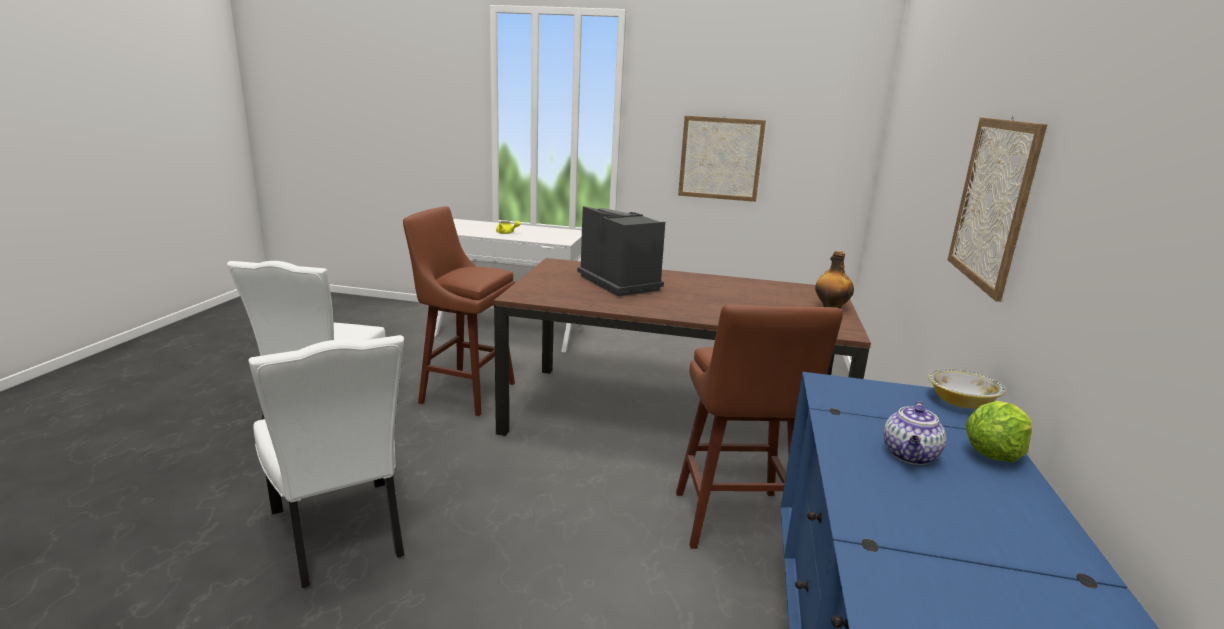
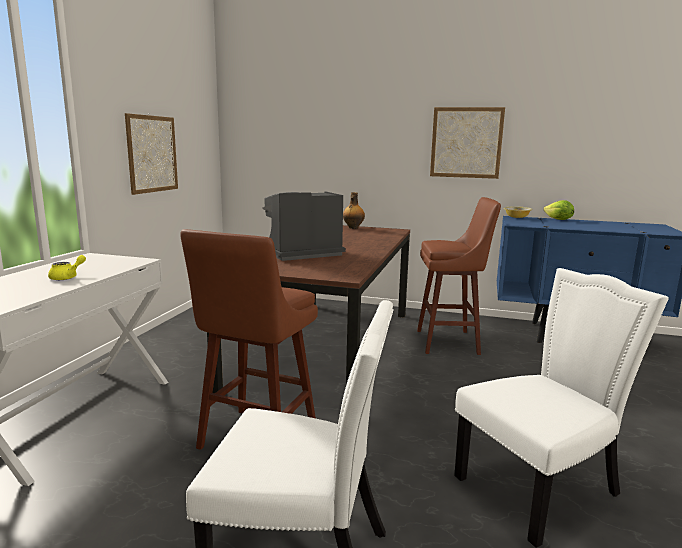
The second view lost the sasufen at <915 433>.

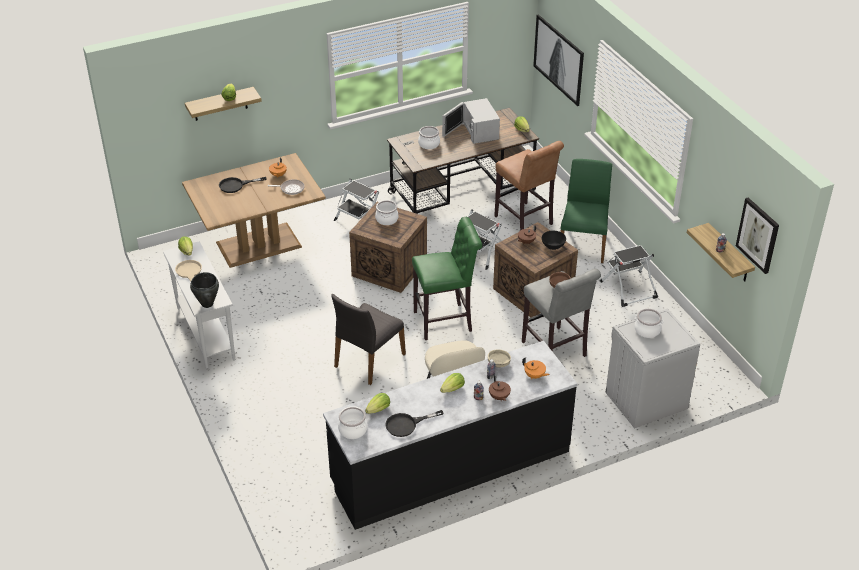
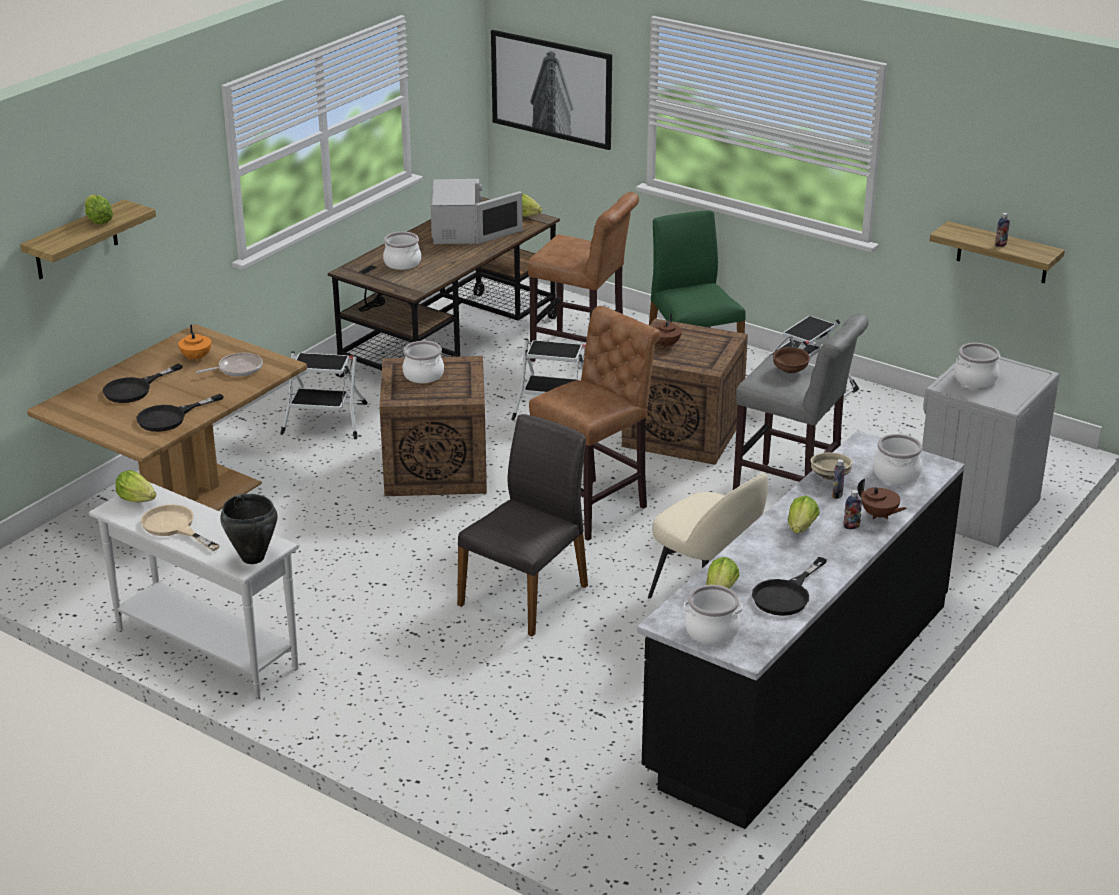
The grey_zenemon at <368 339> ended up facing another way, 150 degrees counterclockwise from before.
What was the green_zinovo at <447 278> turned into the brown_zinovo at <595 423>.
The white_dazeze at <471 121> ended up facing another way, 135 degrees counterclockwise from before.
Where the orange_sasufen stood at <536 368>, the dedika came to stand at <897 459>.
The second view lost the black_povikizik at <554 240>.
The second view lost the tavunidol at <757 235>.
The second view gained the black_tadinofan at <180 413>.

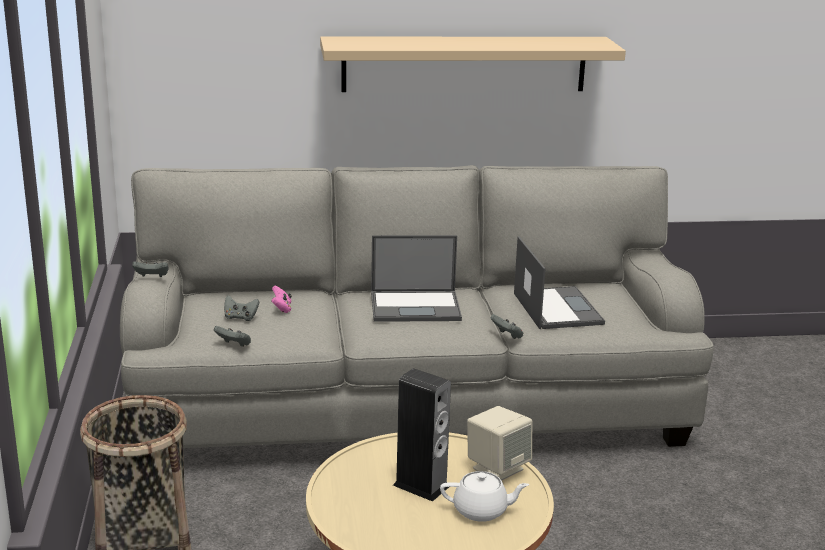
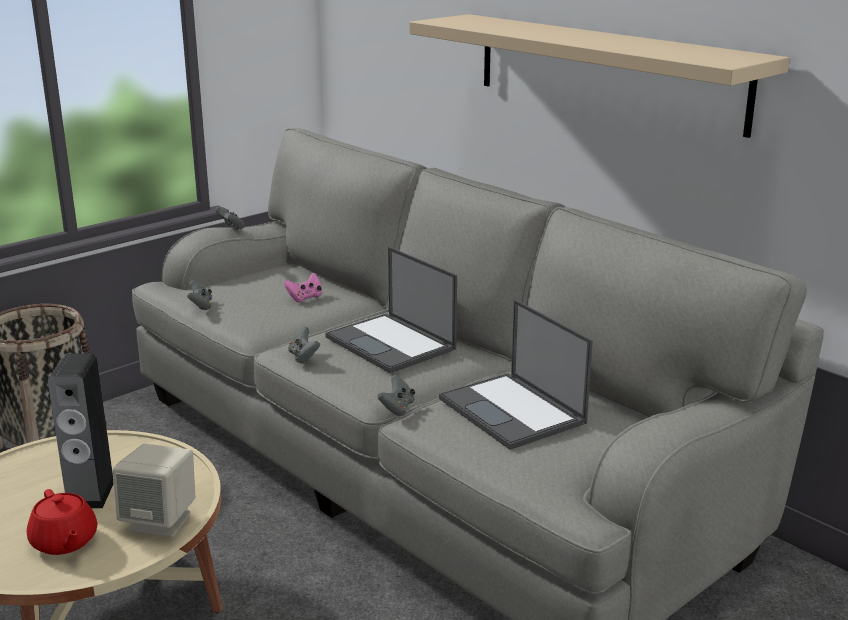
The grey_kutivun ended up elsewhere, having gone from <241 308> to <304 345>.
What was the white_sasufen at <484 496> turned into the red_sasufen at <62 522>.
The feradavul at <559 282> ended up facing another way, 105 degrees clockwise from before.

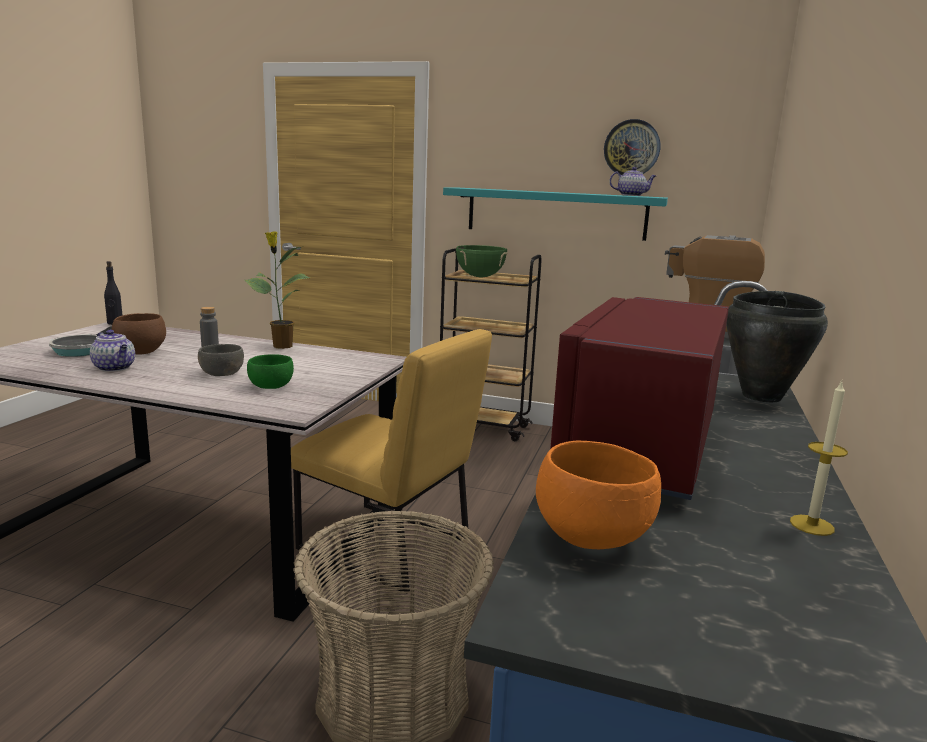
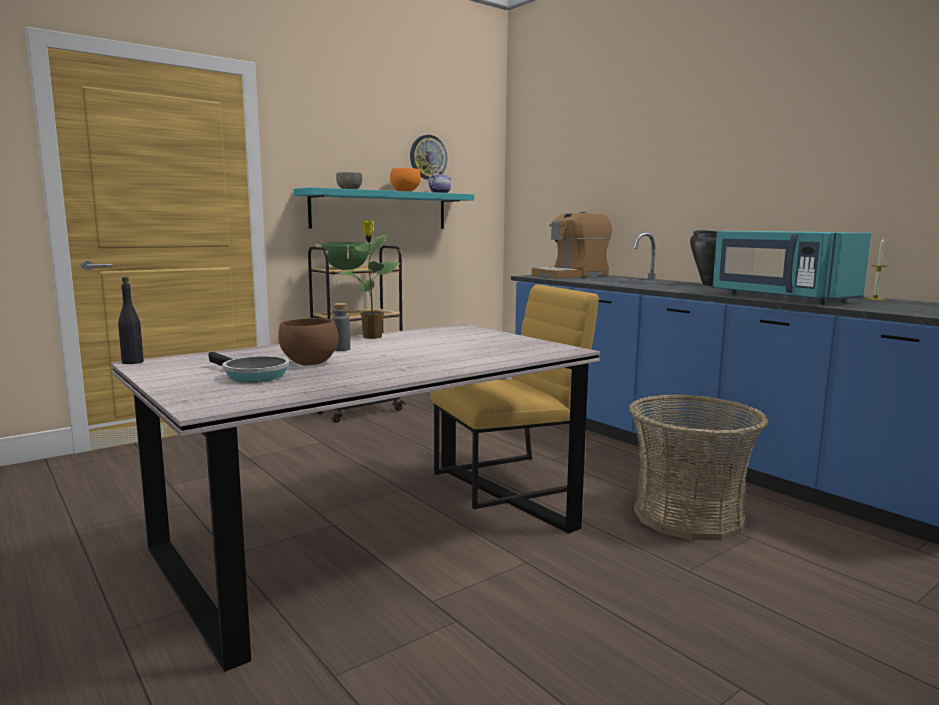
The second view lost the sasufen at <112 351>.
The grey_povikizik ended up elsewhere, having gone from <221 360> to <349 180>.
The second view lost the green_povikizik at <270 371>.
The orange_povikizik ended up elsewhere, having gone from <598 495> to <405 180>.
What was the red_dazeze at <639 398> turned into the turquoise_dazeze at <791 267>.

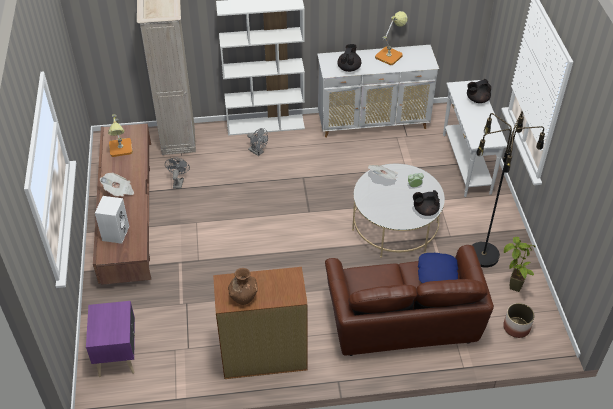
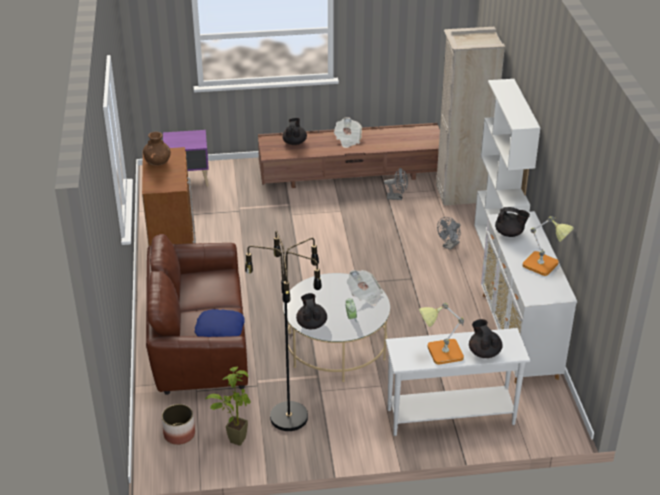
Where the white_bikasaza stood at <112 220>, the black_sasufen came to stand at <294 131>.
The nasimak ended up elsewhere, having gone from <120 135> to <441 333>.

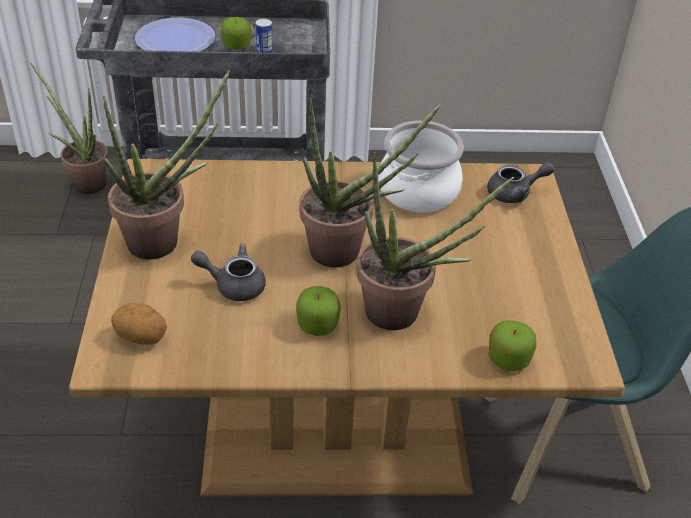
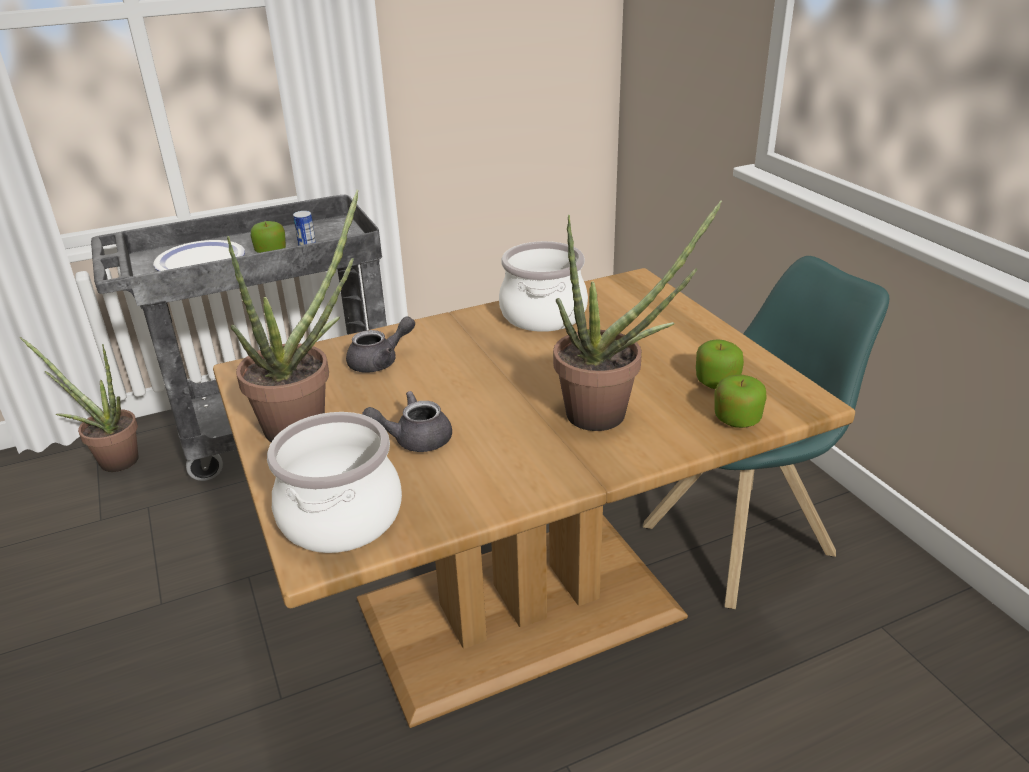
Where the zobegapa stood at <139 324>, the dedika came to stand at <334 482>.
The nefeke ended up elsewhere, having gone from <318 311> to <720 364>.
The second view lost the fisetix at <370 182>.
The grey_sasufen ended up elsewhere, having gone from <521 182> to <380 344>.

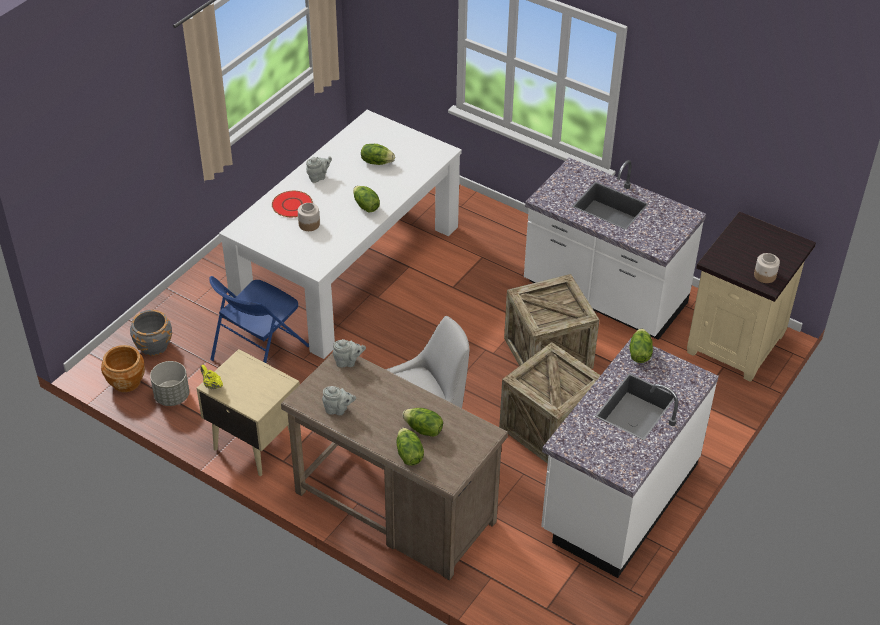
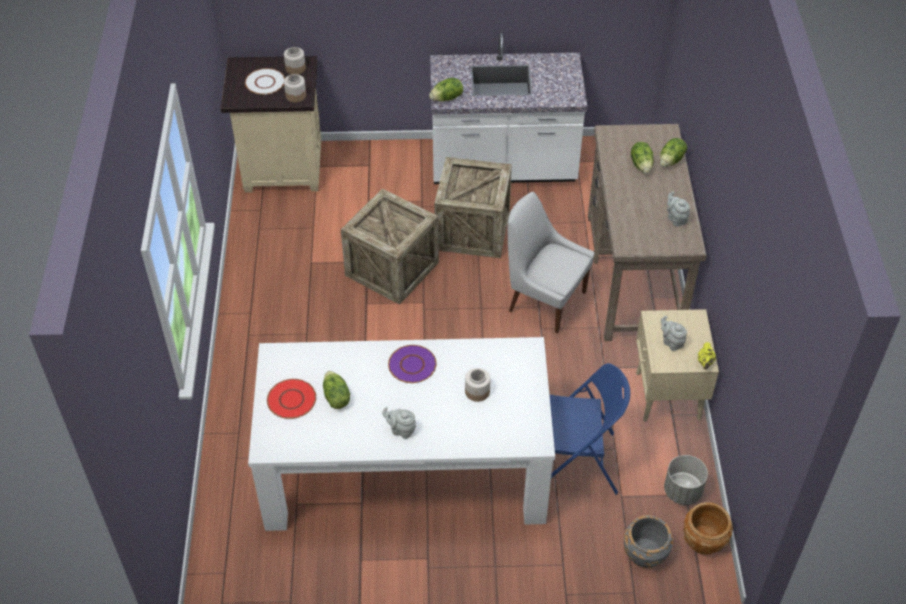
The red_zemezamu ended up elsewhere, having gone from <292 204> to <291 399>.
The grey_sasufen ended up elsewhere, having gone from <349 353> to <674 333>.
Where the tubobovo stood at <366 199>, the purple_zemezamu came to stand at <412 364>.
The second view lost the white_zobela at <615 249>.
The second view gained the white_zemezamu at <265 81>.
The second view gained the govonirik at <295 88>.

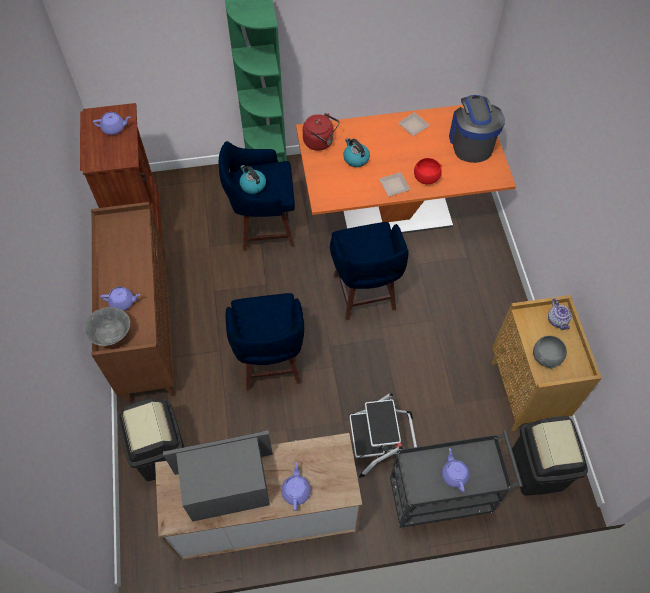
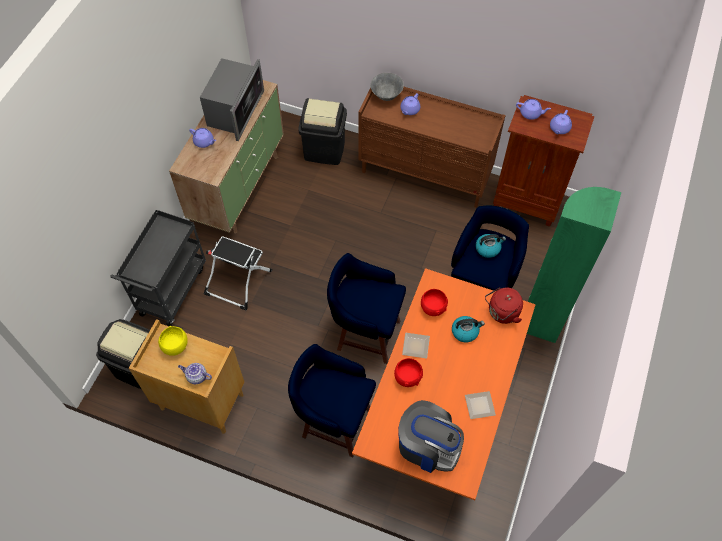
The blue_zinovo ended up elsewhere, having gone from <265 342> to <332 400>.
The purple_sasufen ended up elsewhere, having gone from <456 470> to <533 109>.
What was the grey_povikizik at <550 352> turned into the yellow_povikizik at <173 341>.
The second view gained the red_povikizik at <434 302>.

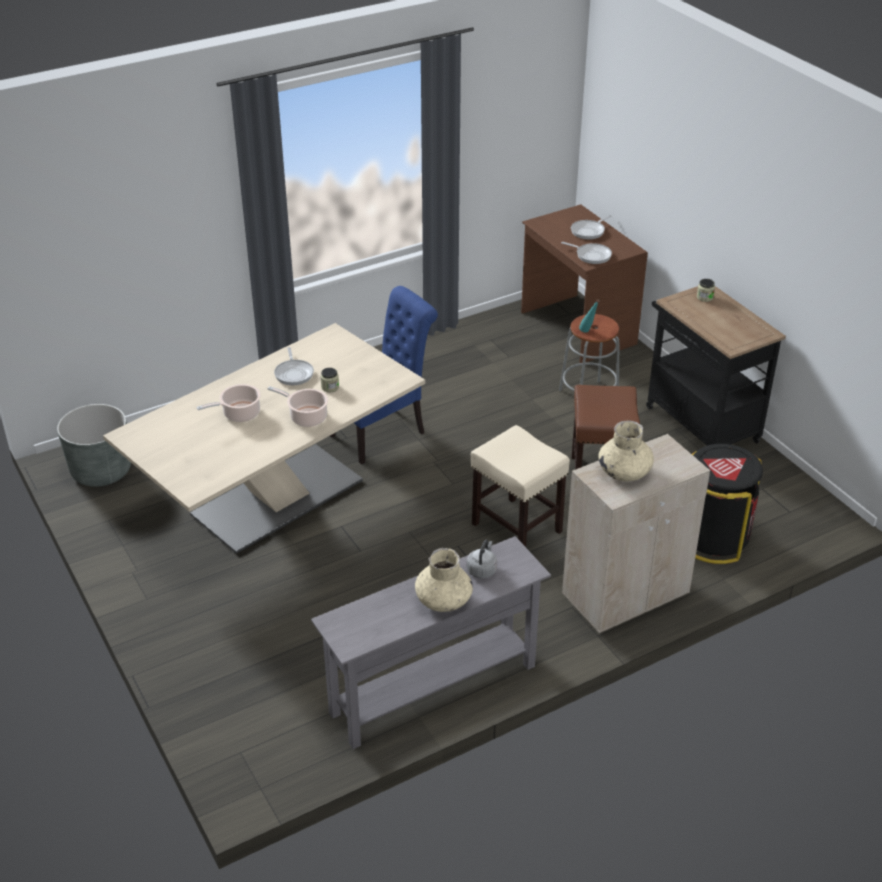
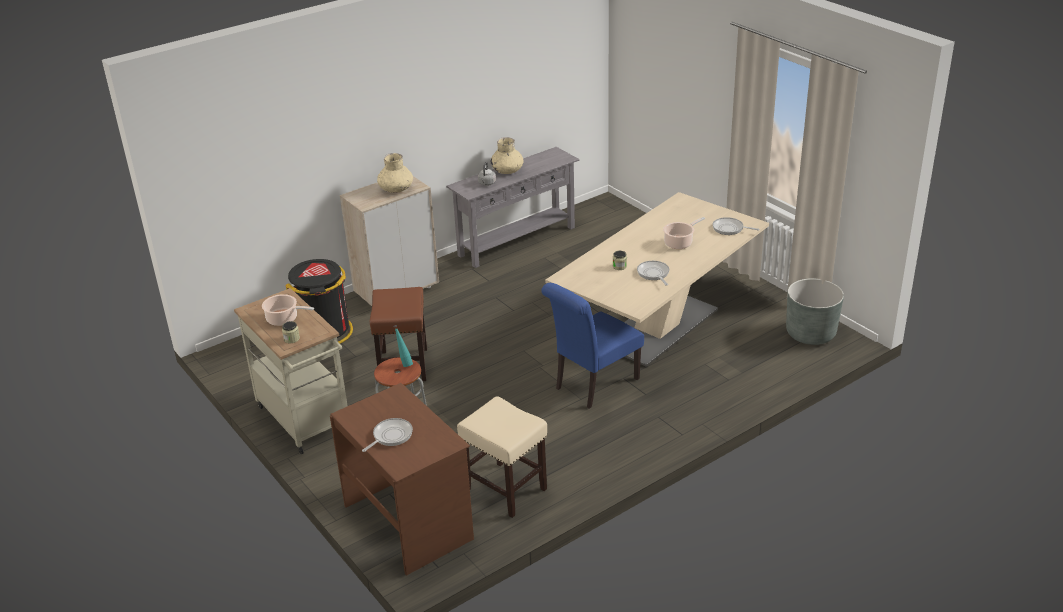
The dedika ended up elsewhere, having gone from <297 406> to <288 310>.
The beige_zinovo ended up elsewhere, having gone from <520 486> to <502 457>.
The tadinofan ended up elsewhere, having gone from <586 253> to <736 226>.
What was the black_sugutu at <716 366> turned into the beige_sugutu at <291 371>.

